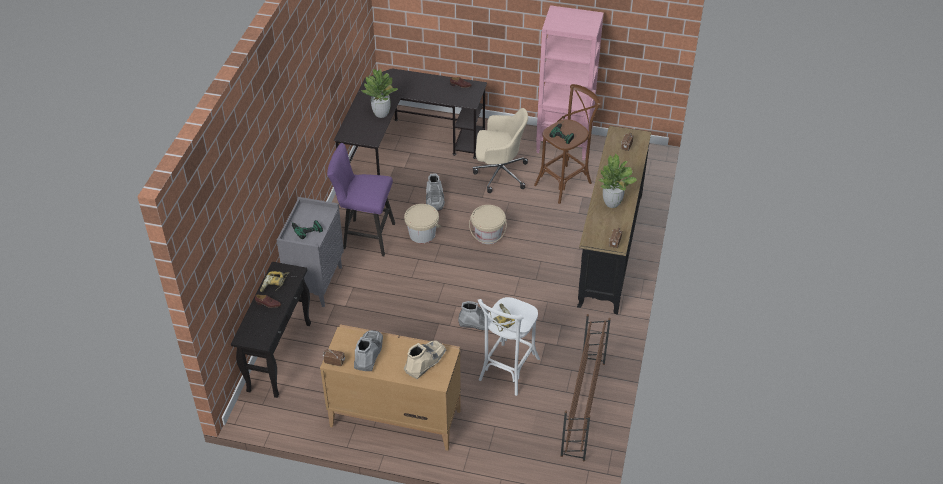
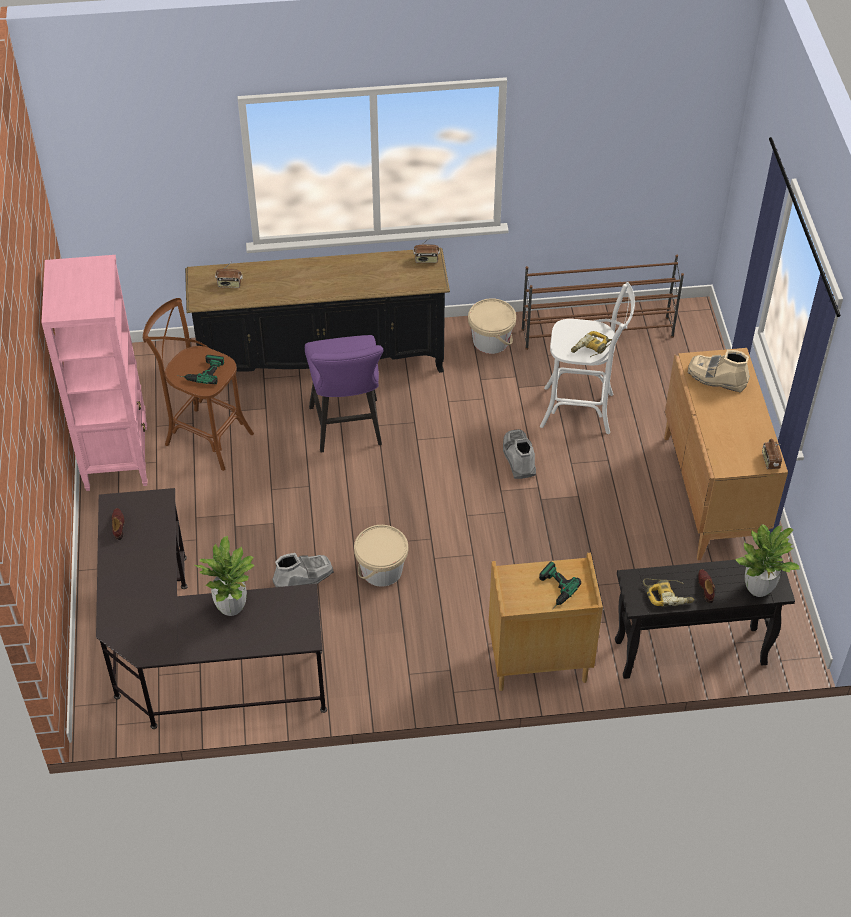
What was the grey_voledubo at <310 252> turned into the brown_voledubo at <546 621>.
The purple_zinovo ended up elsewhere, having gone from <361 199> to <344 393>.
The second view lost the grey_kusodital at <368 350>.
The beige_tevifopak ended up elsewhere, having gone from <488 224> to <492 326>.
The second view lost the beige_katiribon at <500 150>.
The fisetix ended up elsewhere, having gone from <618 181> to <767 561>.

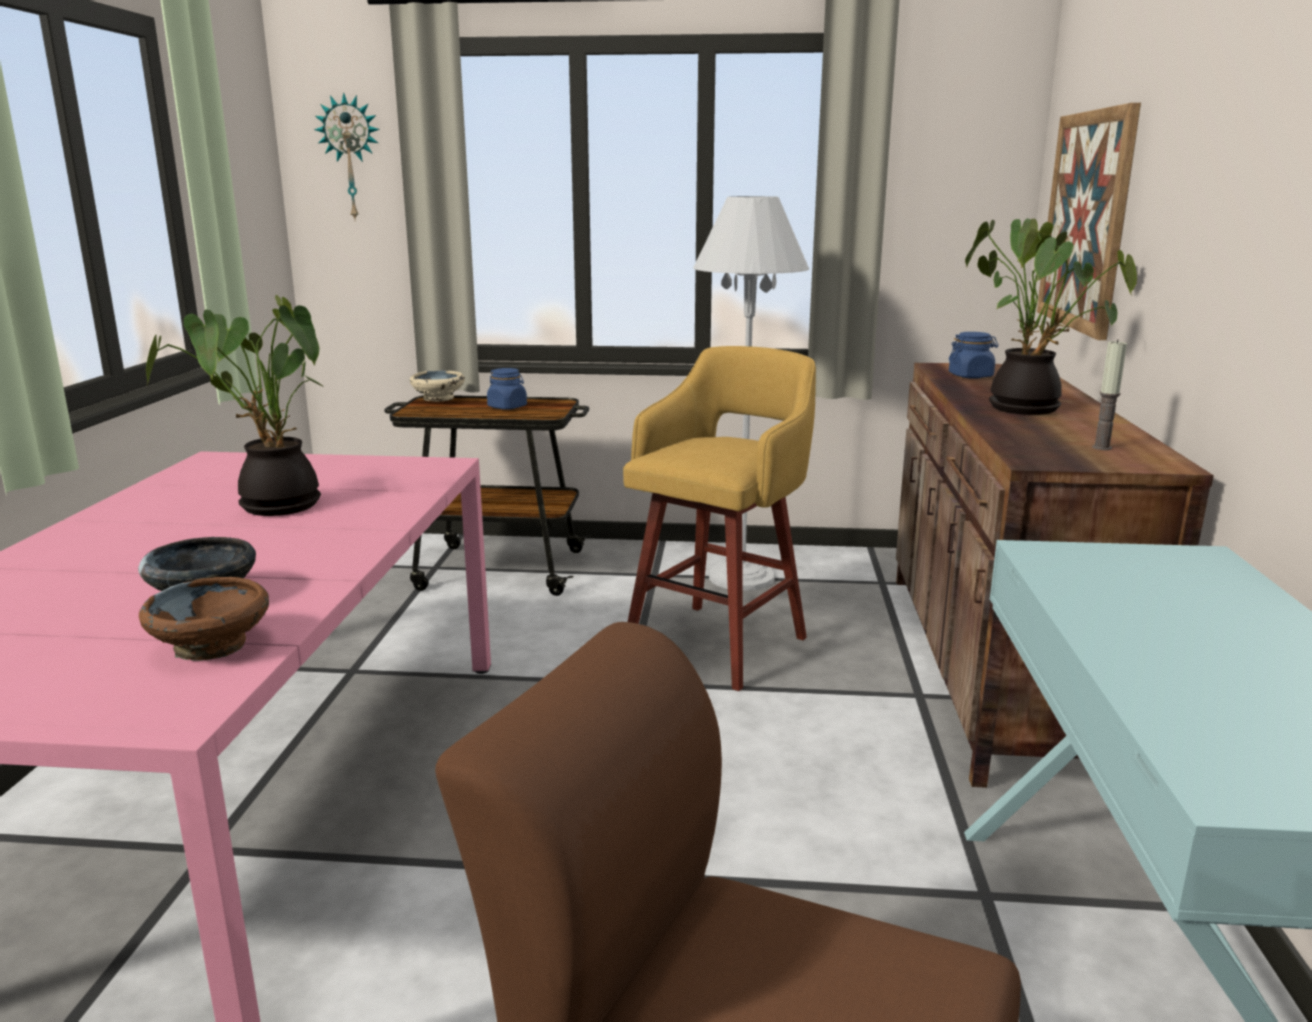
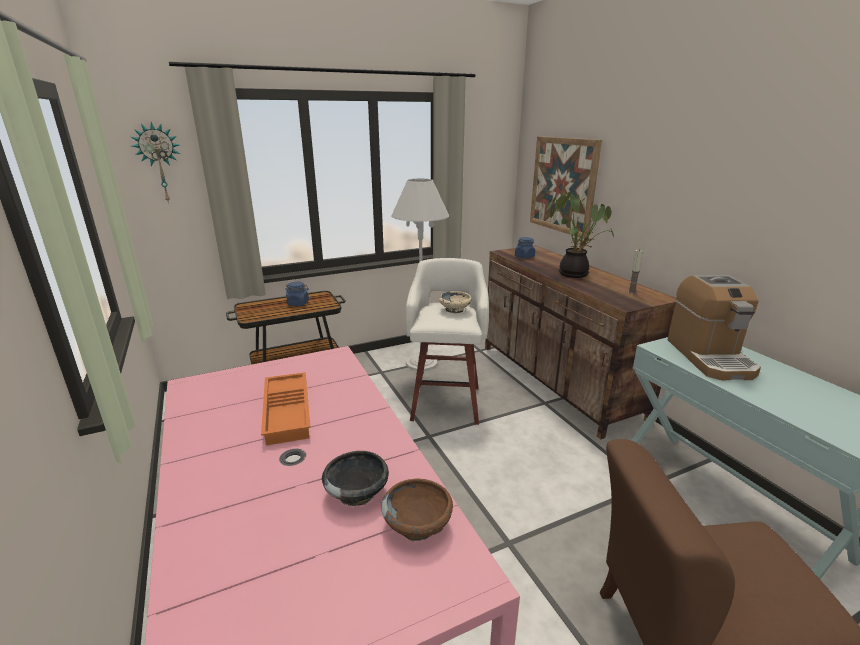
Where the fisetix stood at <236 405>, the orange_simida came to stand at <286 409>.
The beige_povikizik ended up elsewhere, having gone from <437 386> to <455 302>.
What was the yellow_zinovo at <719 518> turned into the white_zinovo at <447 341>.
The second view gained the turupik at <714 327>.

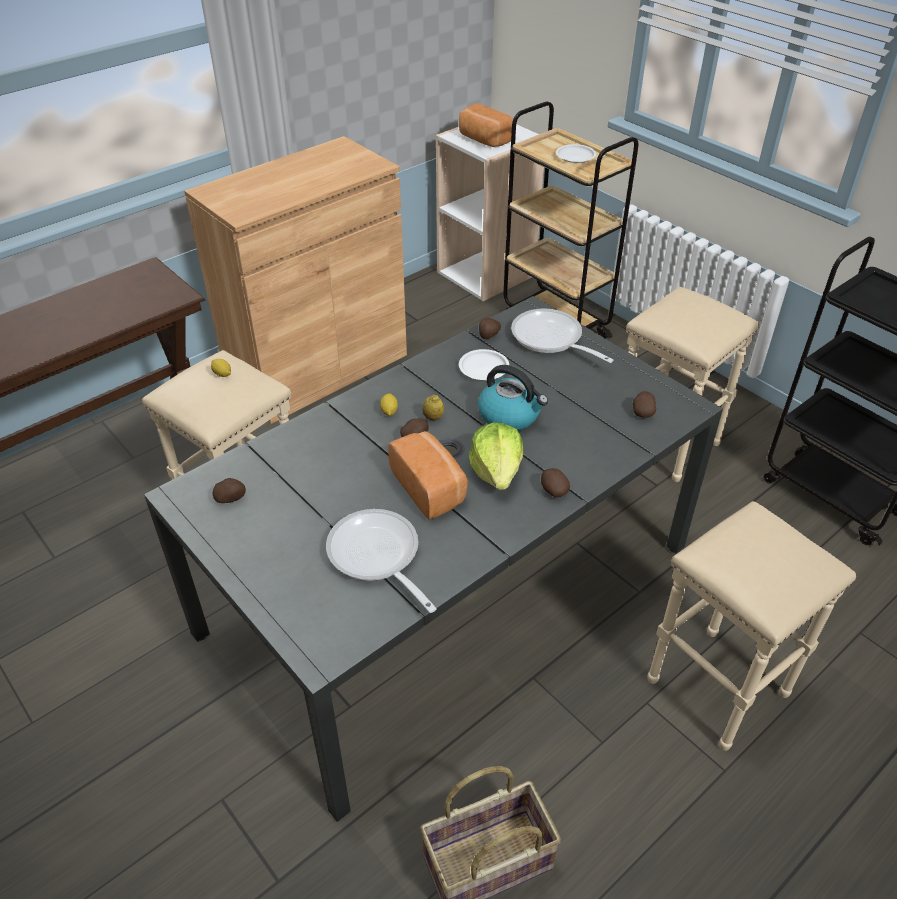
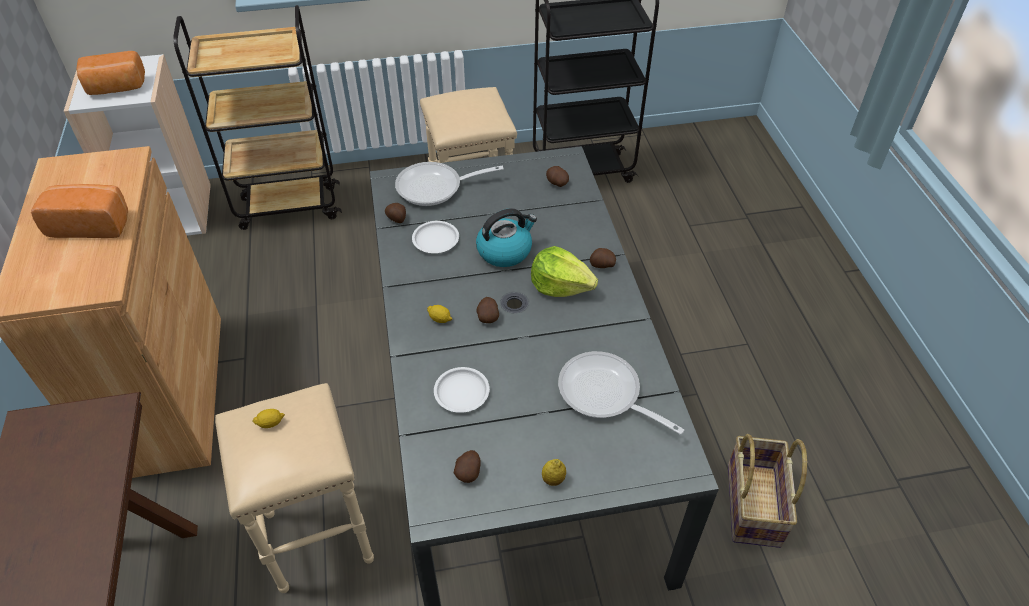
The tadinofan at <381 561> ended up facing another way, 45 degrees clockwise from before.
The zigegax ended up elsewhere, having gone from <428 475> to <79 211>.
The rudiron ended up elsewhere, having gone from <433 407> to <554 472>.
The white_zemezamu ended up elsewhere, having gone from <576 153> to <462 390>.
The second view lost the beige_zinovo at <752 626>.

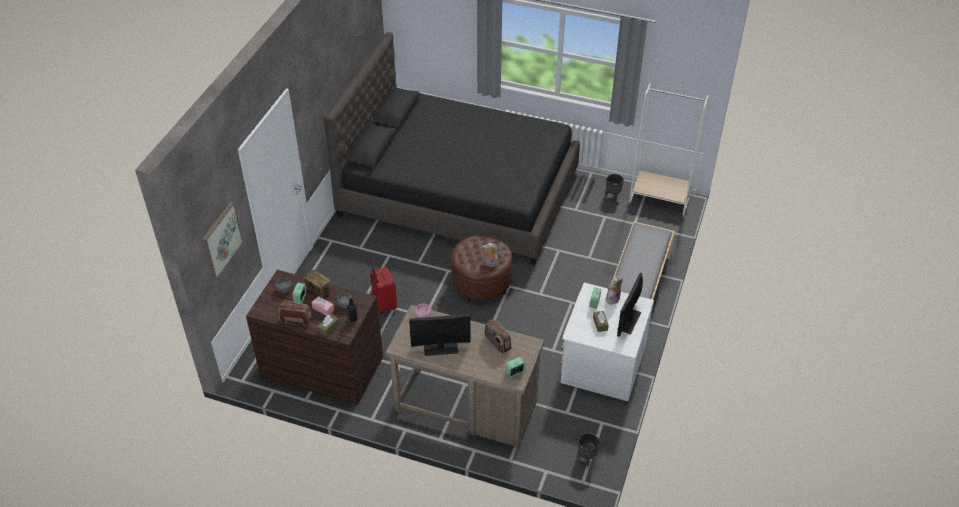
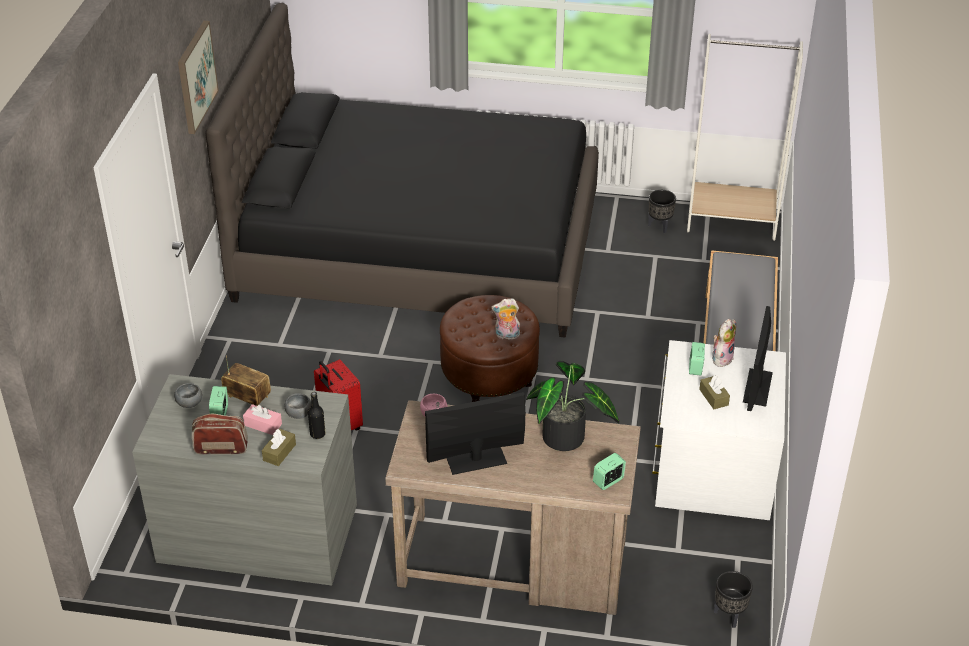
The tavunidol ended up elsewhere, having gone from <222 241> to <198 77>.
What was the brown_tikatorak at <314 337> turned into the grey_tikatorak at <244 480>.
Where the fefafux stood at <497 336>, the fisetix came to stand at <572 406>.

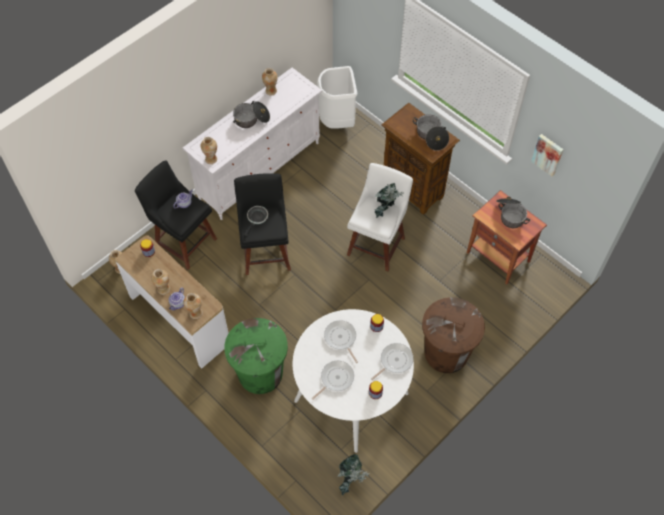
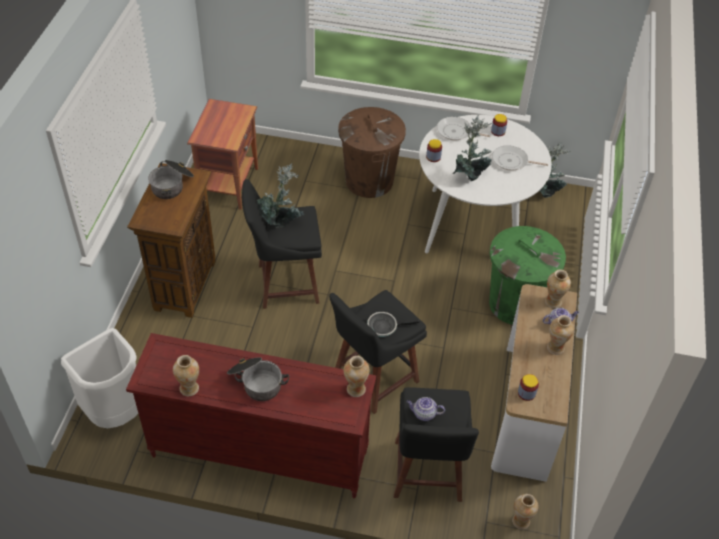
What was the white_tikatorak at <252 144> turned into the red_tikatorak at <251 415>.
Where the tadinofan stood at <341 341>, the fisetix came to stand at <472 148>.
What was the white_zinovo at <380 217> turned into the black_zinovo at <282 244>.
The second view lost the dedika at <513 212>.
The second view lost the tavunidol at <547 155>.

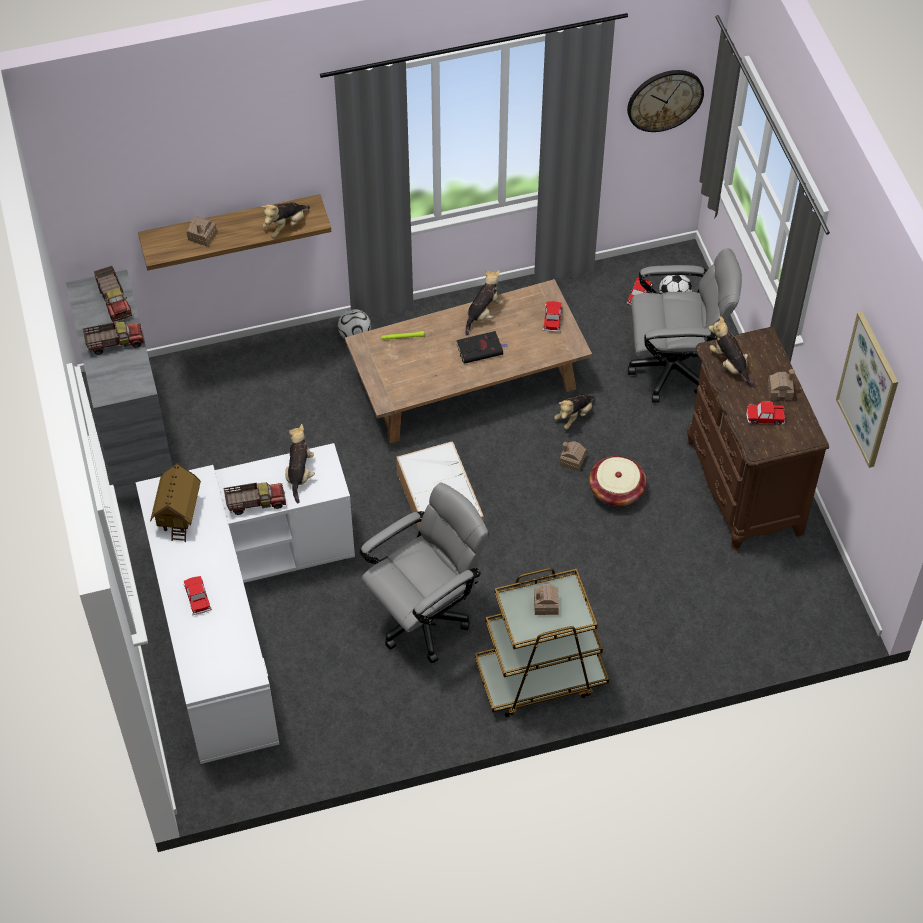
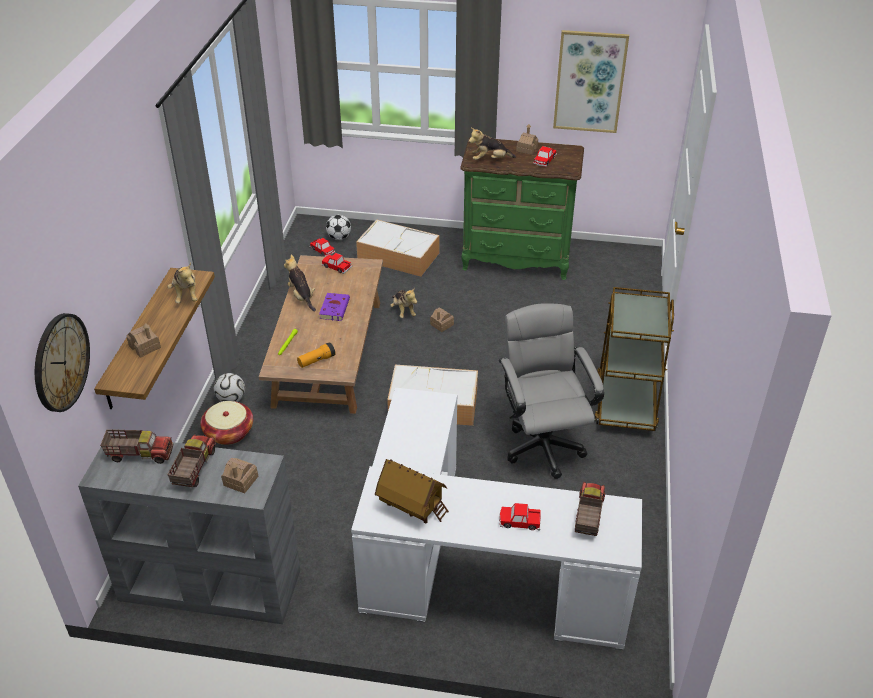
The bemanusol ended up elsewhere, having gone from <255 498> to <590 509>.
The second view lost the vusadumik at <300 463>.
What was the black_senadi at <482 347> turned into the purple_senadi at <334 307>.
The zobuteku ended up elsewhere, having gone from <546 599> to <239 475>.
The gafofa ended up elsewhere, having gone from <617 481> to <226 423>.
The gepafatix ended up elsewhere, having gone from <665 101> to <62 362>.
Where the grey_katiribon stood at <685 325>, the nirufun came to stand at <397 248>.
What was the brown_tikatorak at <758 438> turned into the green_tikatorak at <522 208>.
The second view gained the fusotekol at <316 355>.

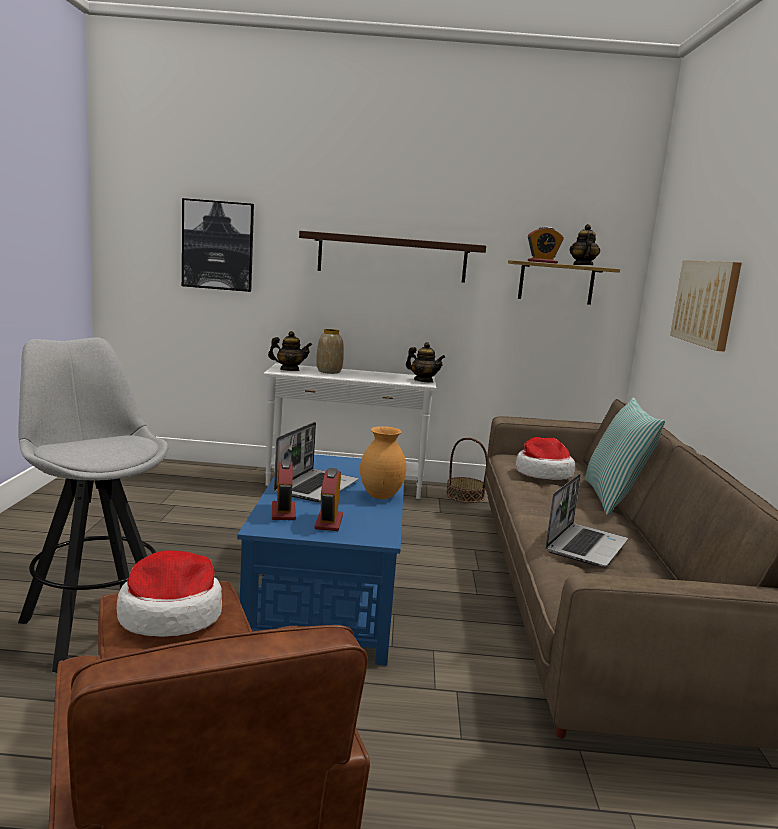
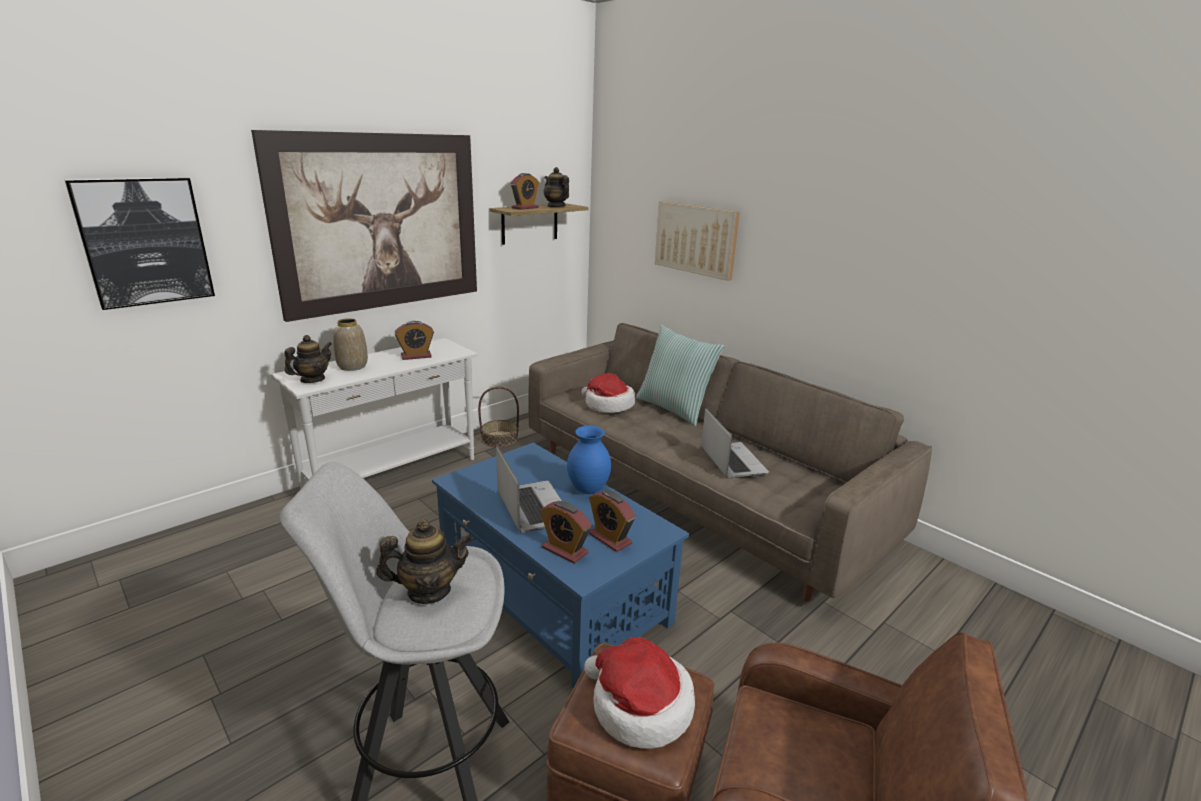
Where the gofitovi hung at <392 257>, the tavunidol came to hang at <364 226>.
What was the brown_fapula at <383 462> turned into the blue_fapula at <589 460>.
The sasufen ended up elsewhere, having gone from <425 362> to <424 561>.
The second view gained the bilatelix at <414 340>.

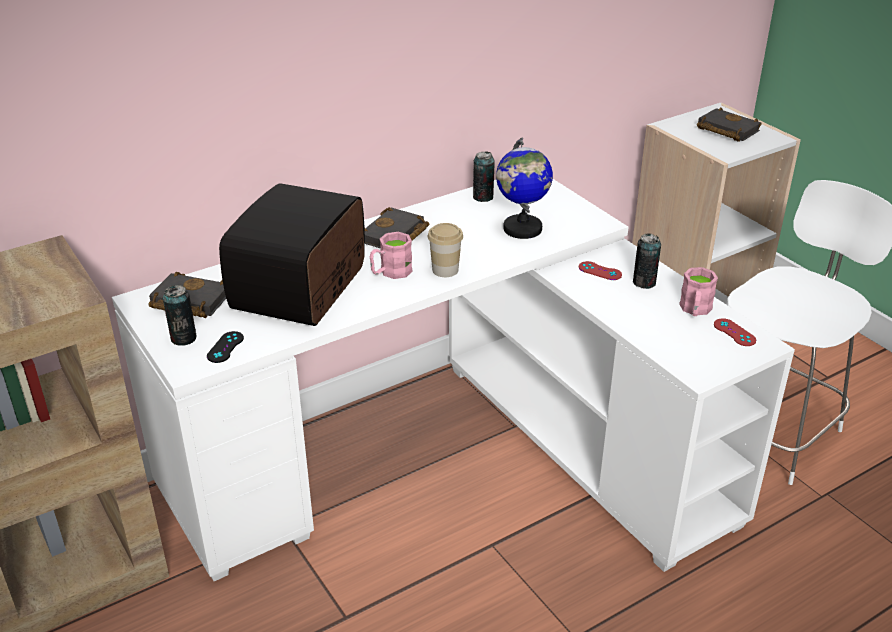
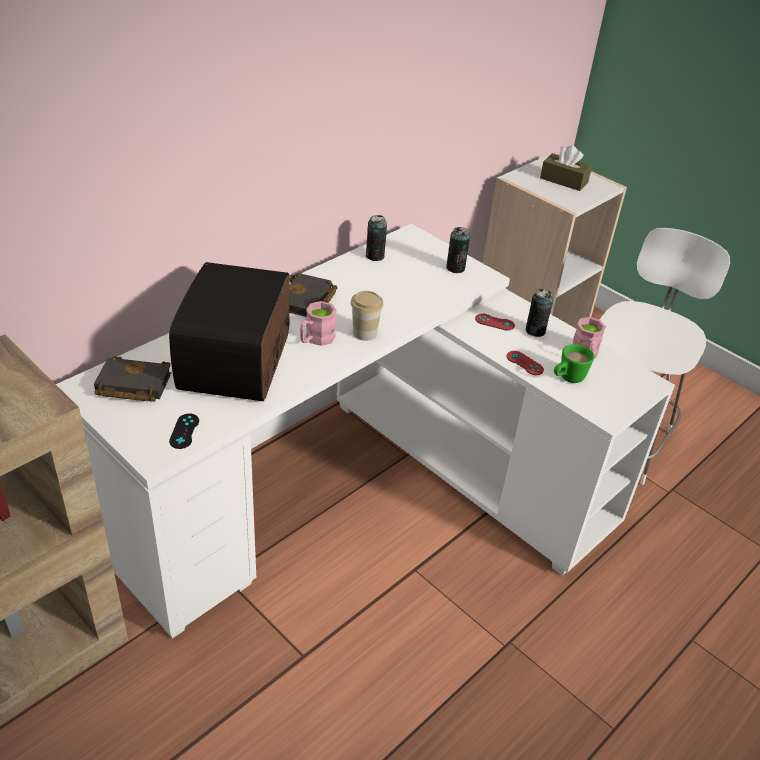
The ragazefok ended up elsewhere, having gone from <180 315> to <458 250>.
The second view lost the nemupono at <524 188>.
Where the black_senadi stood at <729 124>, the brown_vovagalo came to stand at <566 168>.
The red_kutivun ended up elsewhere, having gone from <735 332> to <525 363>.
The second view gained the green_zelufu at <574 363>.

